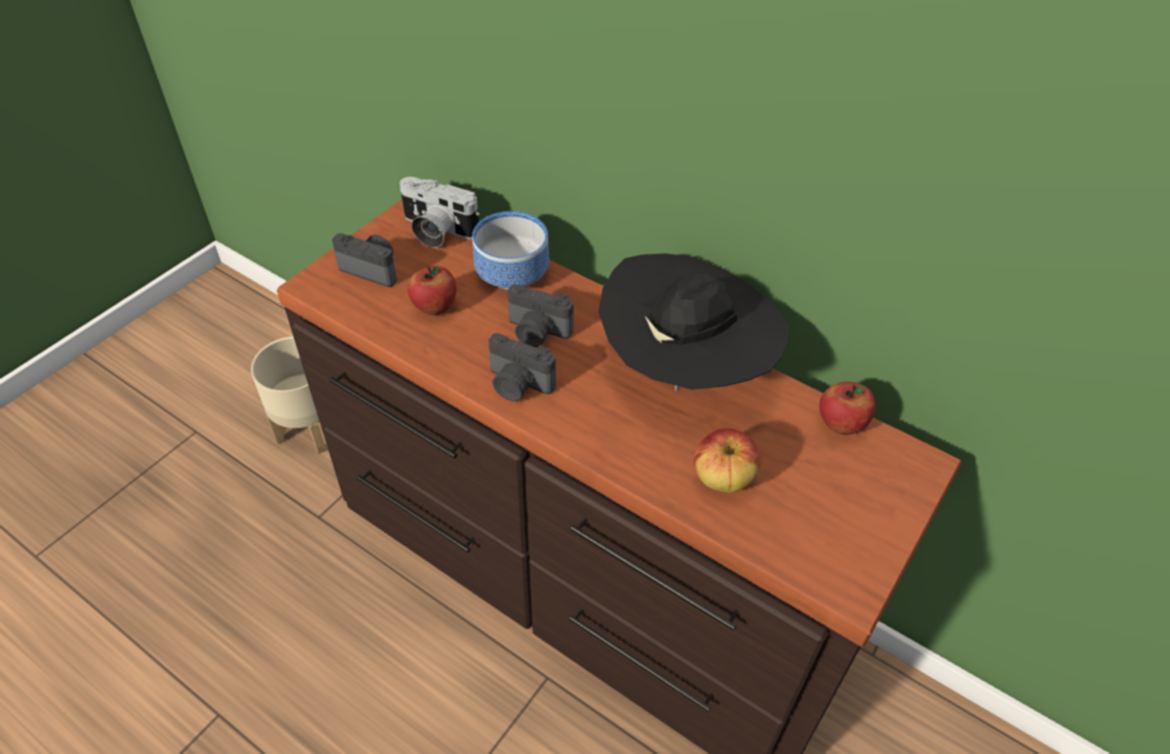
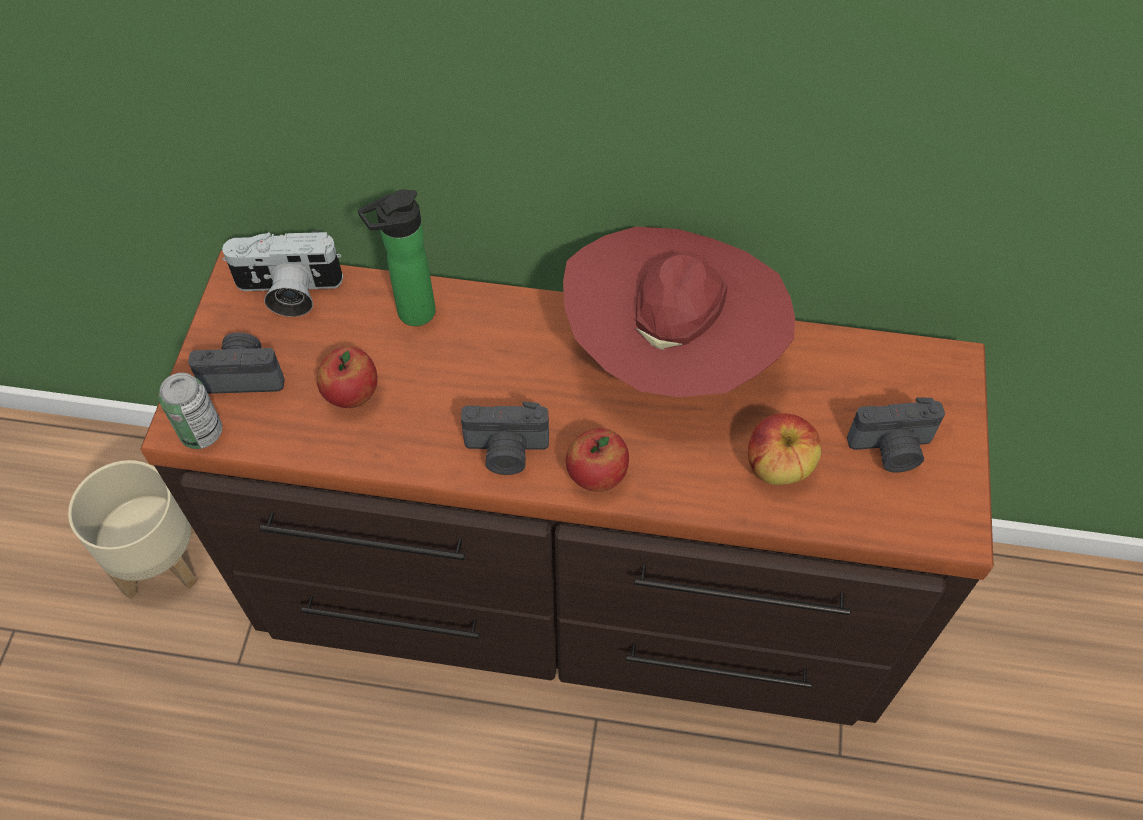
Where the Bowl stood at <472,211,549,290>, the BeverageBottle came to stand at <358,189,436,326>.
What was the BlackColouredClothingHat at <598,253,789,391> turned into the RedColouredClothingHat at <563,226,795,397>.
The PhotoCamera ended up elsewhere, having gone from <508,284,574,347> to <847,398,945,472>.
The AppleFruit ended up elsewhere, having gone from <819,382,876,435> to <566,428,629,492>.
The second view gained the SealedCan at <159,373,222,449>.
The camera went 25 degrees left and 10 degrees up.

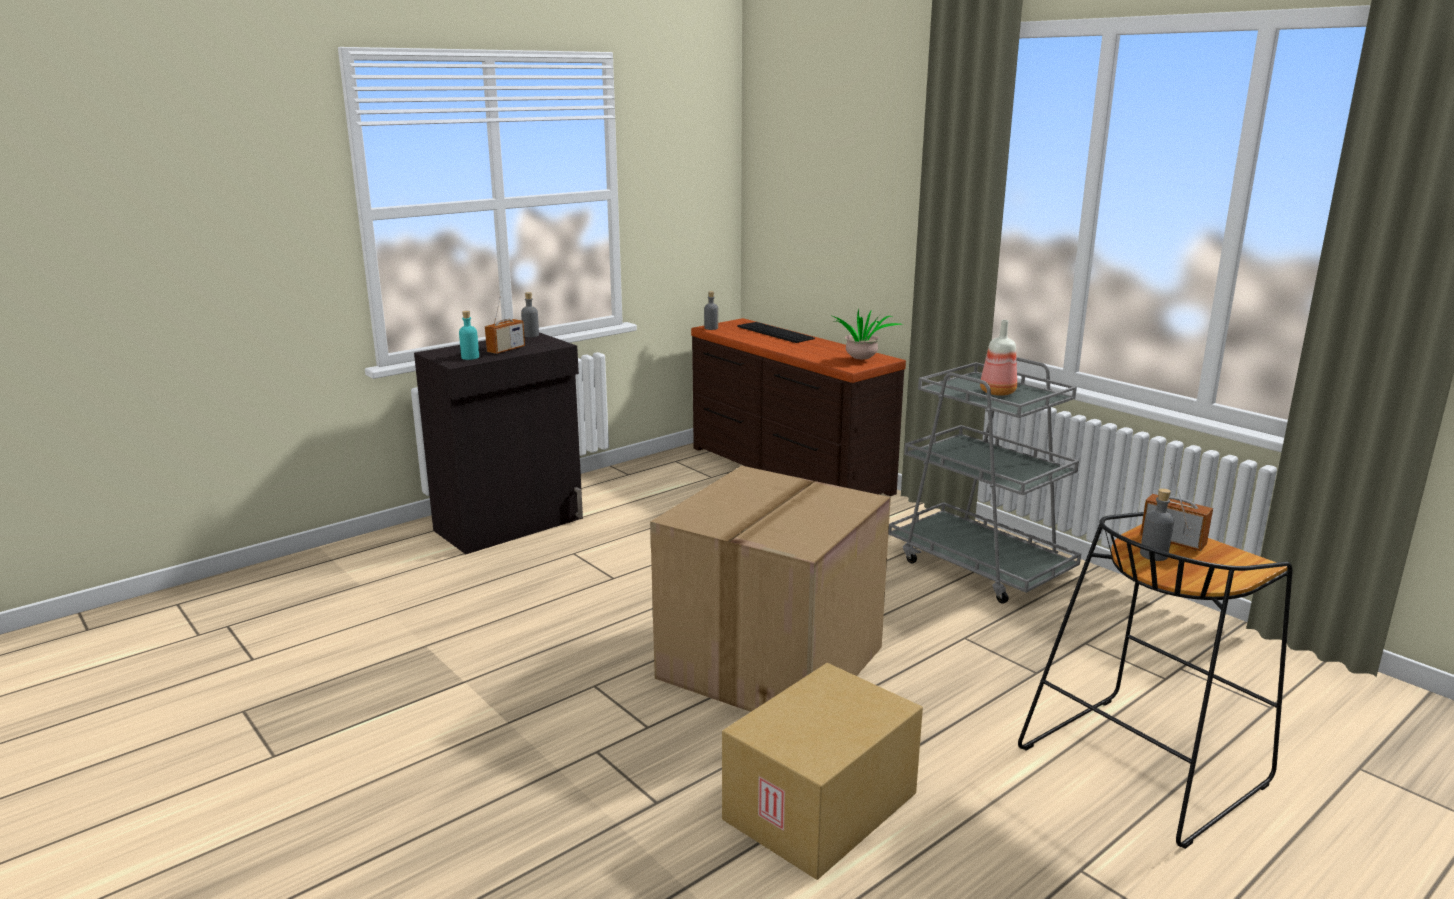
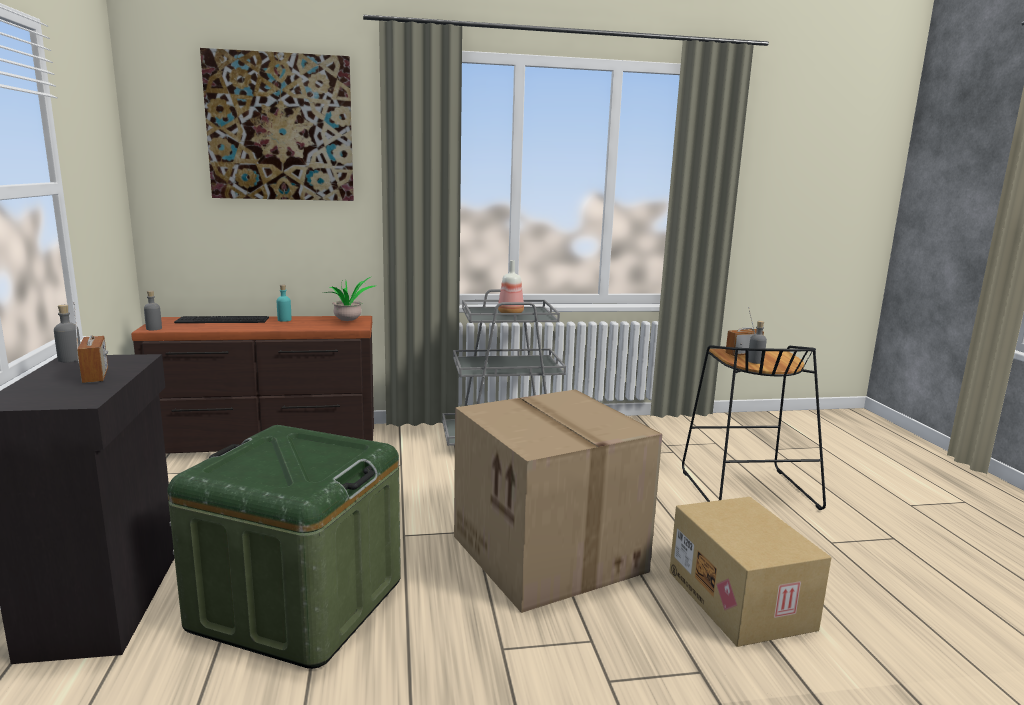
The TurquoiseBeverageBottle ended up elsewhere, having gone from <459,311,479,360> to <277,285,292,322>.
The second view gained the Picture at <200,48,354,201>.
The second view gained the GreenStorageBox at <167,425,401,669>.
The camera went 60 degrees left and 5 degrees down.

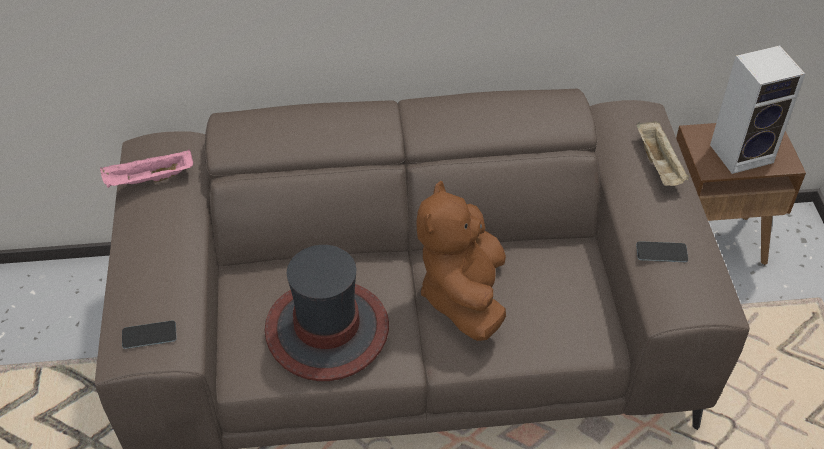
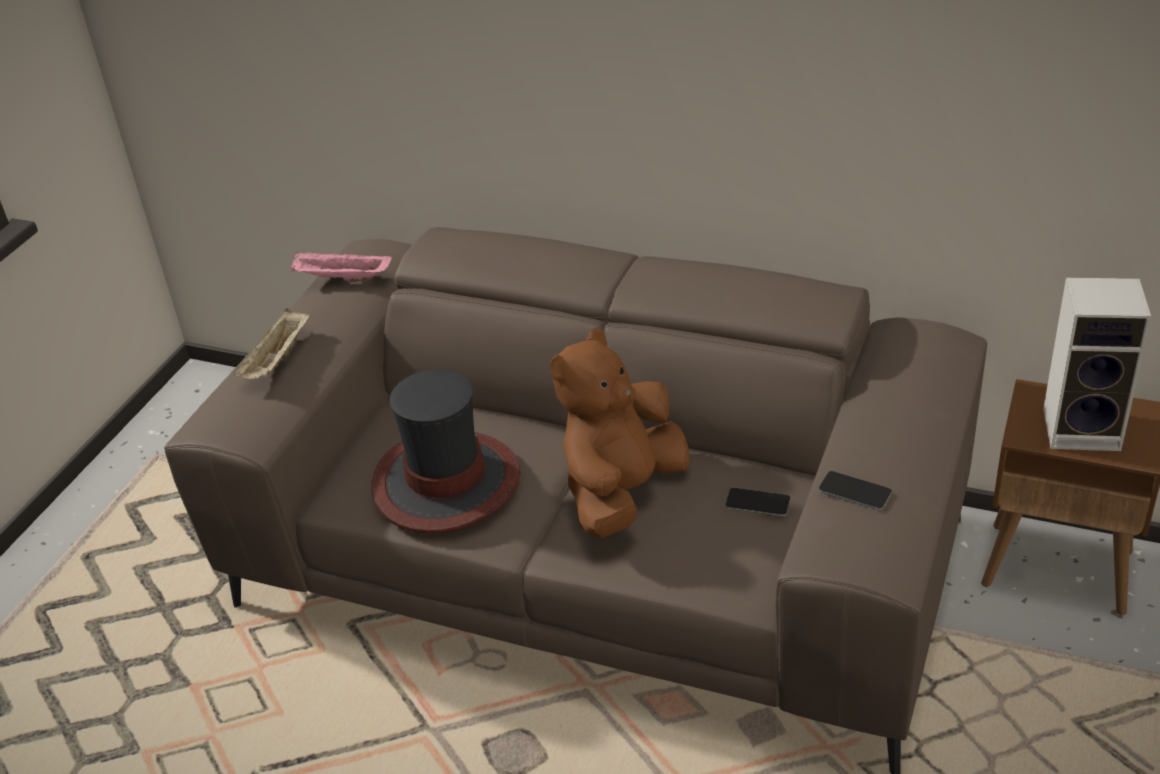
The BeigeColouredTray ended up elsewhere, having gone from <636,121,689,186> to <234,308,309,379>.
The Phone ended up elsewhere, having gone from <122,321,177,349> to <725,488,790,516>.
The camera went 30 degrees right and 10 degrees down.

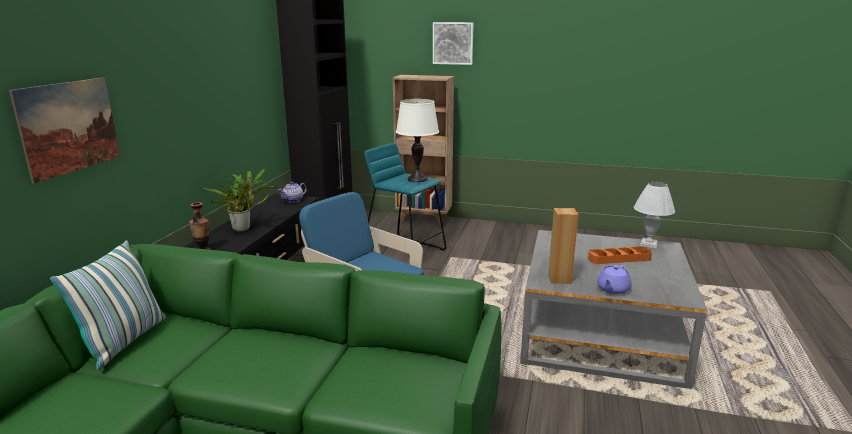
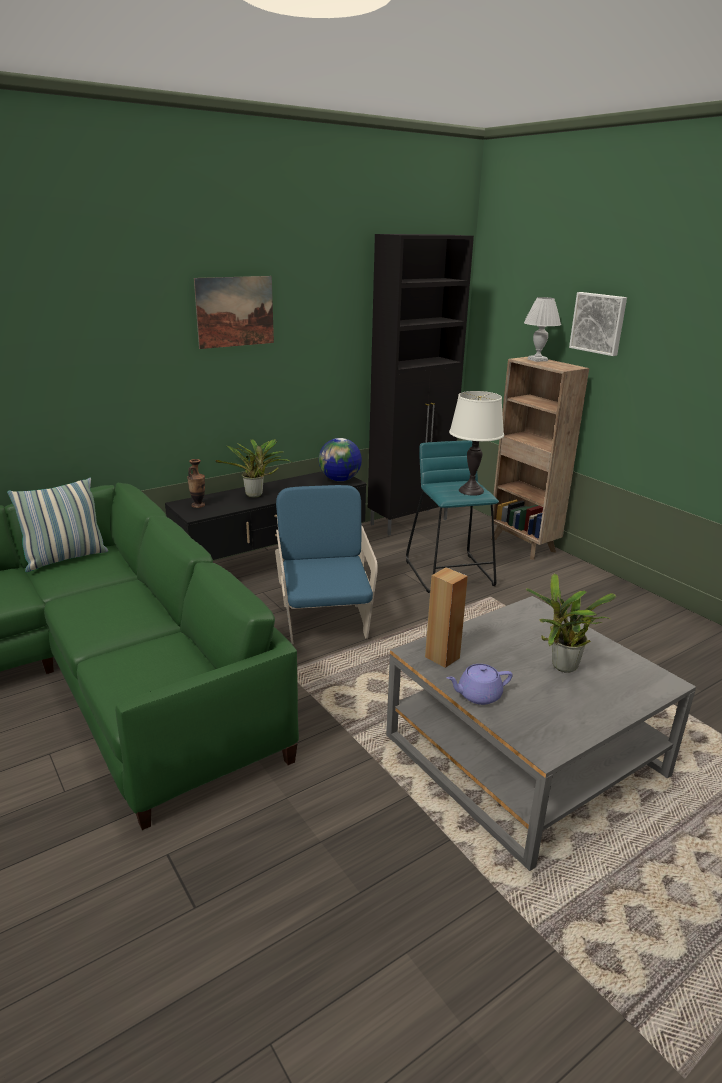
The Picture ended up elsewhere, having gone from <9,77,120,183> to <194,276,274,349>.
Where the PotForTea stood at <278,182,307,203>, the DeskGlobe came to stand at <319,438,362,481>.
The WhitishTableLamp ended up elsewhere, having gone from <634,182,675,249> to <524,297,561,362>.
Where the OrangeColouredTray stood at <588,246,652,264>, the PottedPlant came to stand at <526,573,616,673>.
The camera went 40 degrees right and 5 degrees up.

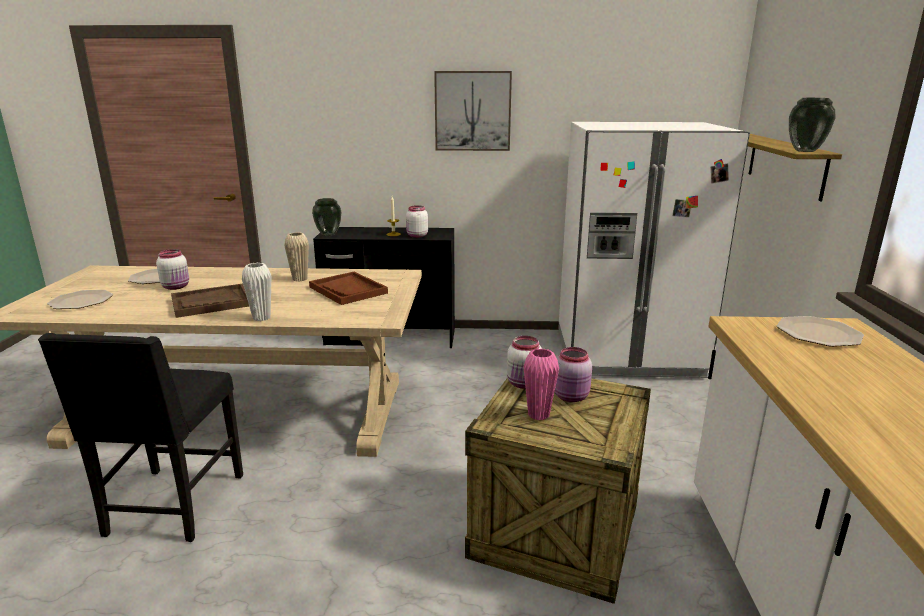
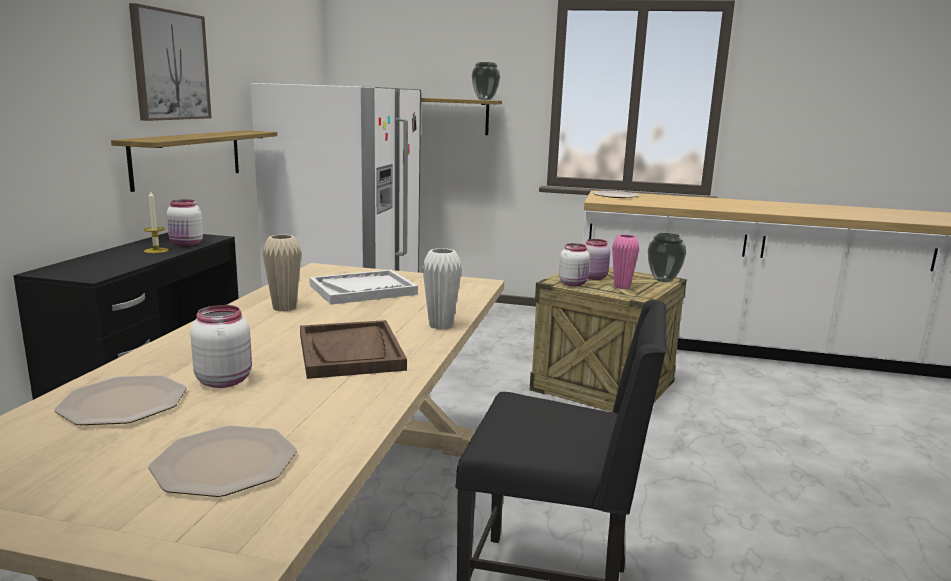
The Vase ended up elsewhere, having gone from <312,198,341,236> to <648,233,686,282>.
What was the BrownColouredTray at <309,272,388,305> turned into the WhitishTray at <309,270,418,305>.
The second view gained the Shelf at <111,130,277,192>.
The camera went 80 degrees left and 5 degrees down.

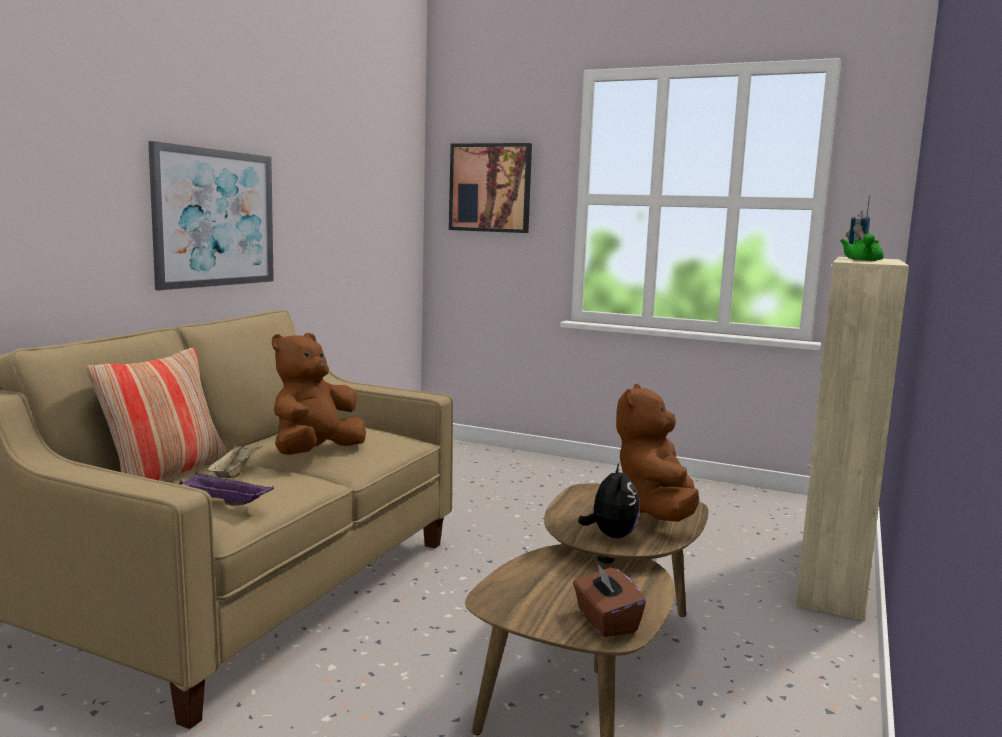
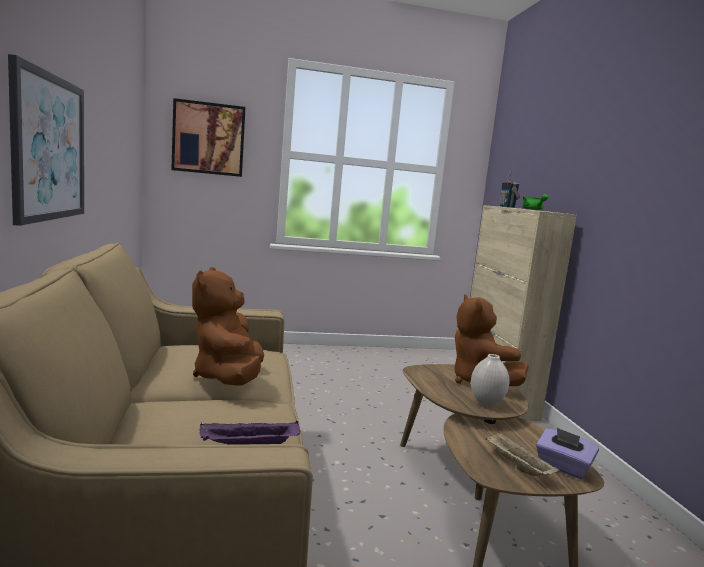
The second view lost the Cushion at <86,348,227,481>.
The BeigeColouredTray ended up elsewhere, having gone from <205,444,262,478> to <485,432,560,476>.
Where the SoftToy stood at <578,463,640,538>, the WhitishVase came to stand at <471,354,510,407>.
What was the BrownColouredTissueHolder at <573,561,646,637> turned into the PurpleColouredTissueHolder at <536,428,599,480>.
The camera went 35 degrees left and 0 degrees up.

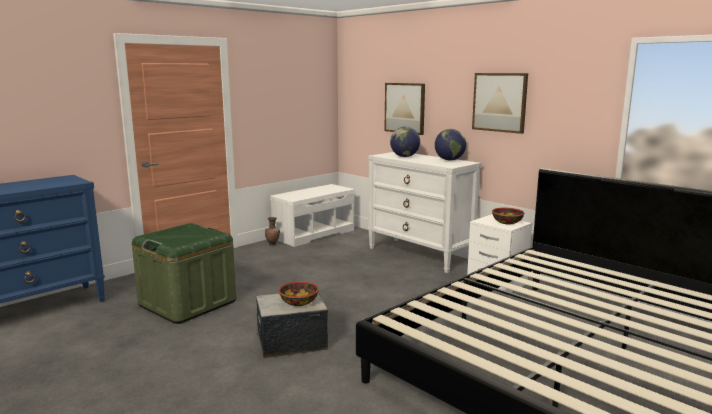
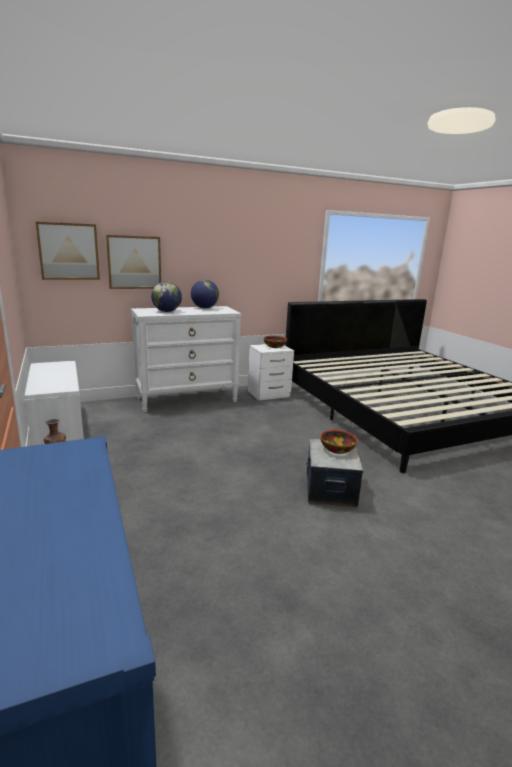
The Picture ended up elsewhere, having gone from <472,73,528,134> to <36,222,100,280>.
The second view lost the GreenStorageBox at <132,223,236,324>.
The camera went 70 degrees left and 5 degrees up.

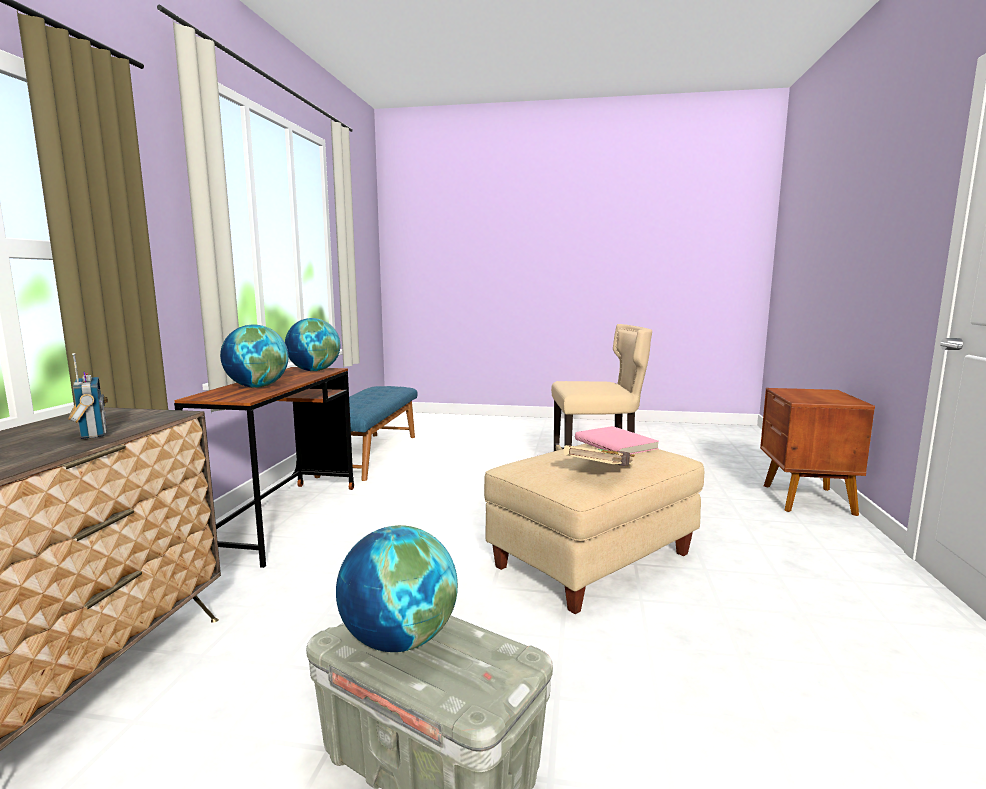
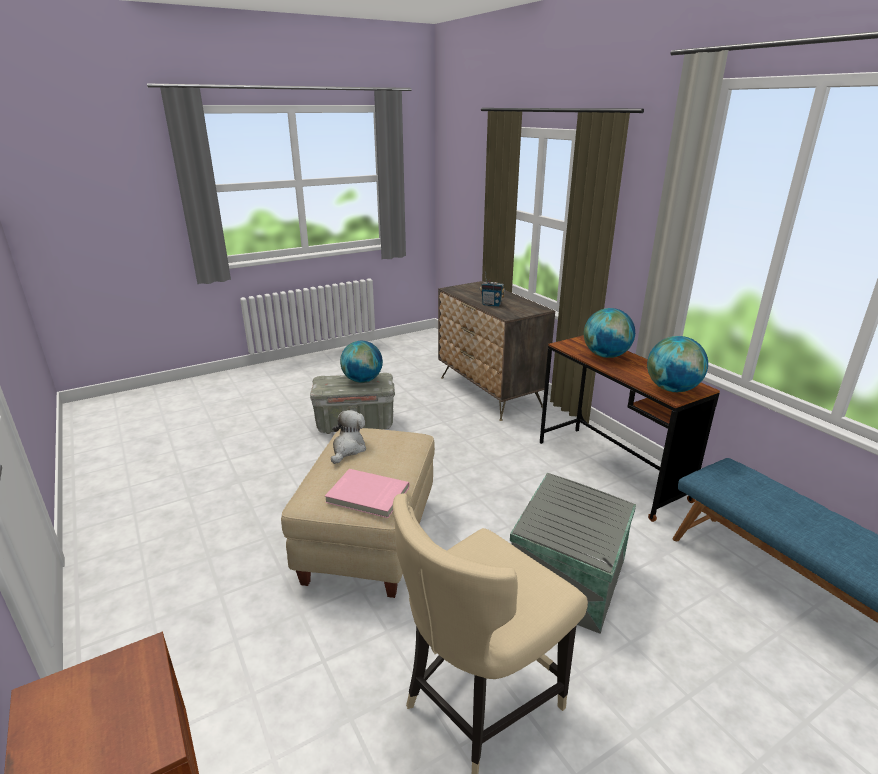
Where the BeigeColouredBook stood at <564,445,635,466>, the SoftToy came to stand at <331,410,366,464>.
The second view gained the GreyStorageBox at <510,473,636,634>.
The camera went 140 degrees right and 15 degrees up.

